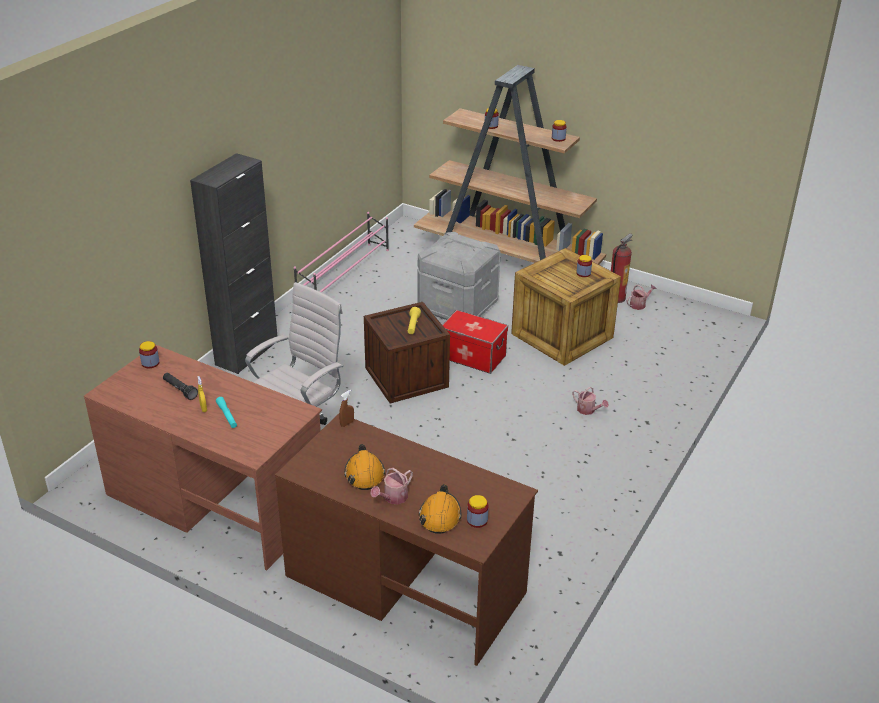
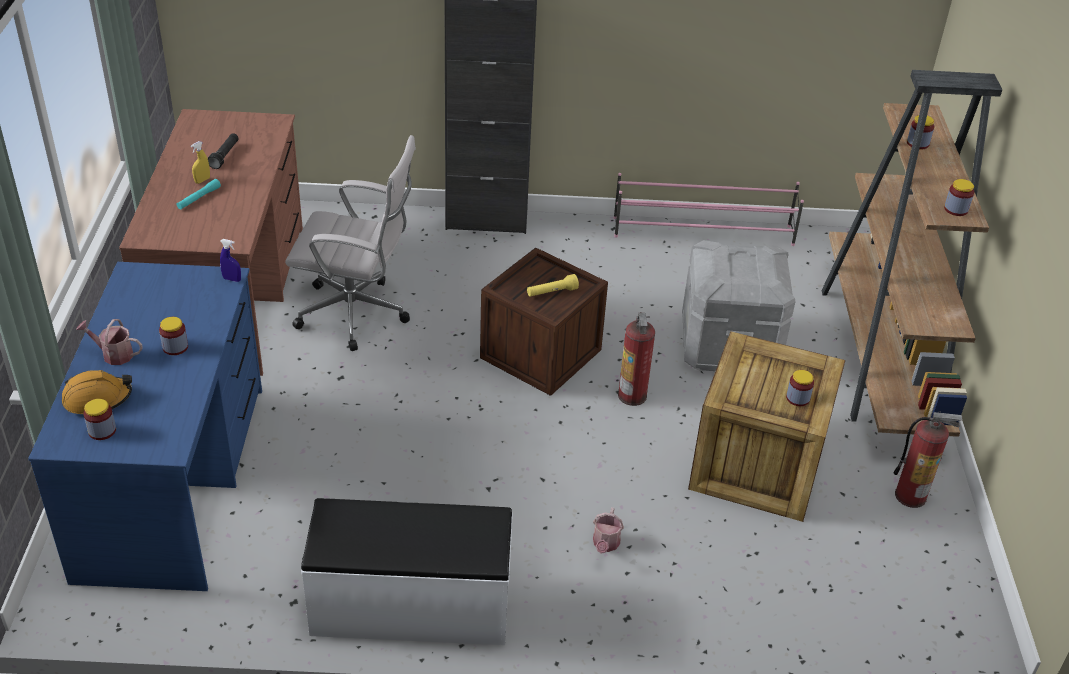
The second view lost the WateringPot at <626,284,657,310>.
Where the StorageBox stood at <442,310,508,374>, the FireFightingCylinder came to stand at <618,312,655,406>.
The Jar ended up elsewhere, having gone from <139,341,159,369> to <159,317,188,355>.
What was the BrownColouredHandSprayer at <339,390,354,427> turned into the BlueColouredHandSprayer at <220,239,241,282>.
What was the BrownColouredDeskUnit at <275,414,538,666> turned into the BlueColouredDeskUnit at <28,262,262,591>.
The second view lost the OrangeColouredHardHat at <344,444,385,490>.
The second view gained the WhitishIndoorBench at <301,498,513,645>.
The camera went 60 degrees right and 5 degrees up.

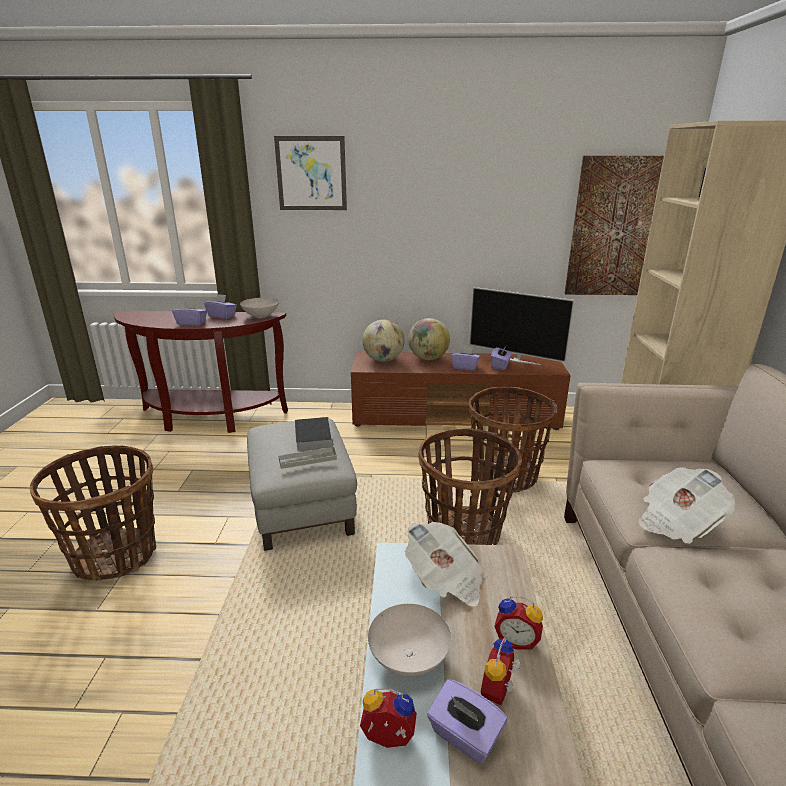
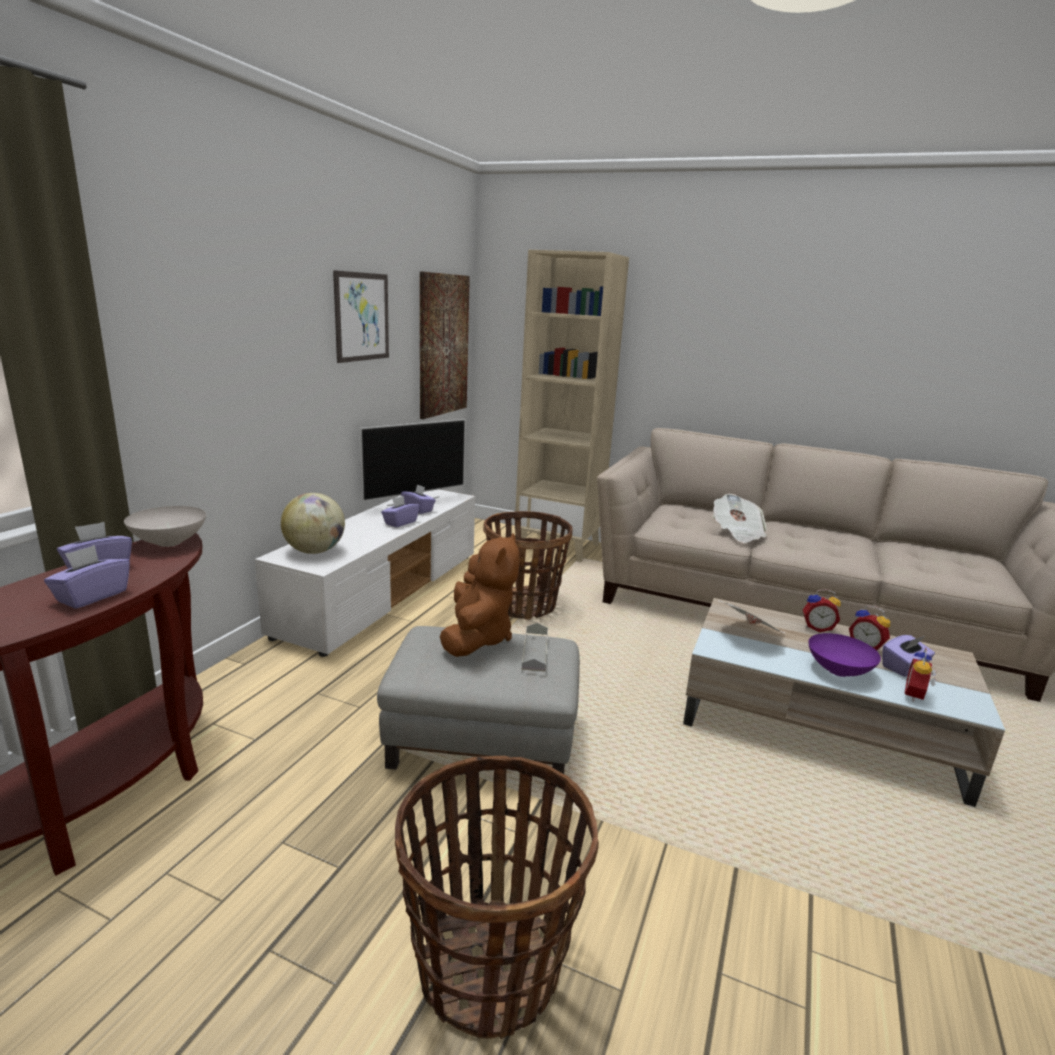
The Picture ended up elsewhere, having gone from <274,136,347,210> to <333,270,389,363>.
The second view lost the DeskGlobe at <408,318,450,360>.
What was the BrownColouredTvStand at <351,352,571,430> turned into the WhitishTvStand at <255,490,475,657>.
Where the Book stood at <295,417,333,451>, the BrownColouredSoftToy came to stand at <440,533,520,657>.
The second view lost the StorageBasket at <418,429,521,545>.
The AlarmClock at <494,597,543,650> ended up facing another way, 60 degrees clockwise from before.
What was the WhitishBowl at <368,604,451,676> turned into the PurpleColouredBowl at <808,633,881,677>.
The camera went 70 degrees left and 5 degrees down.

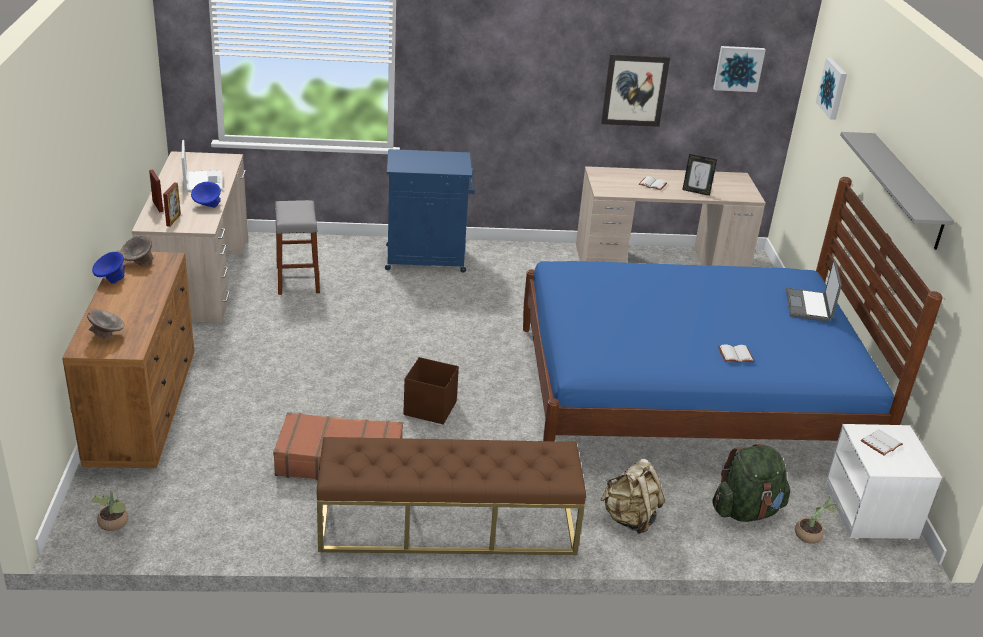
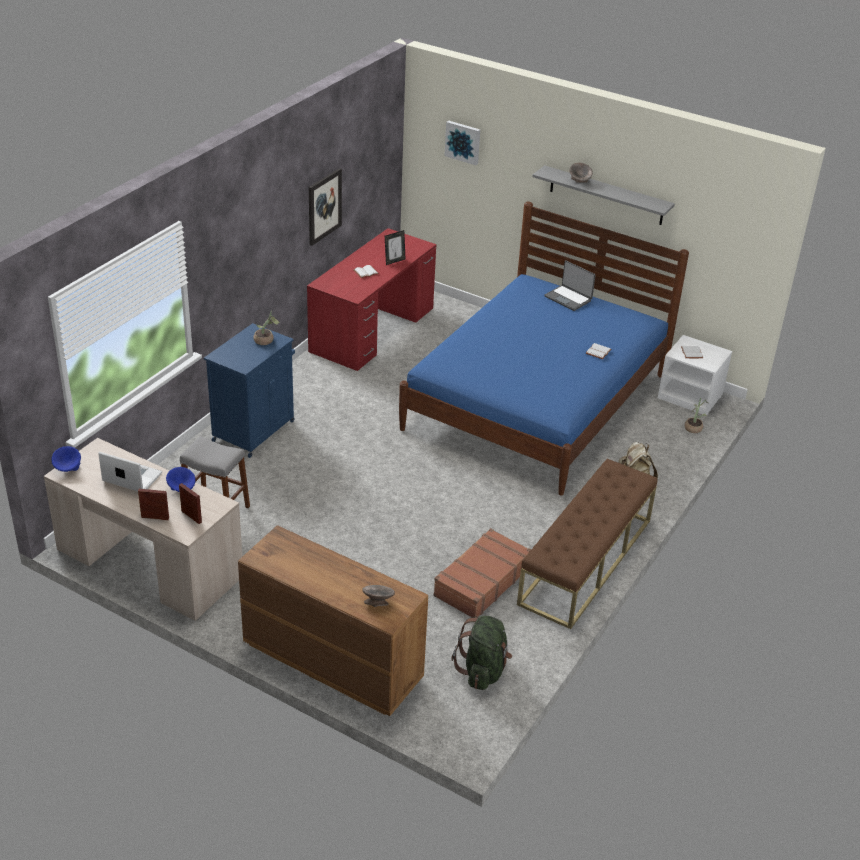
The second view lost the Picture at <713,46,766,92>.
What was the BeigeColouredDeskUnit at <576,166,766,267> turned into the RedColouredDeskUnit at <307,228,437,371>.
The GreyBowl ended up elsewhere, having gone from <121,236,153,266> to <569,163,593,183>.
The BlueColouredBowl ended up elsewhere, having gone from <92,252,125,284> to <52,446,81,472>.
The second view lost the BrownColouredStorageBox at <404,357,459,424>.
The GreenBackpack ended up elsewhere, having gone from <712,444,790,522> to <452,616,512,690>.
The PottedPlant ended up elsewhere, having gone from <91,489,128,531> to <253,311,280,345>.
The camera went 55 degrees left and 5 degrees up.

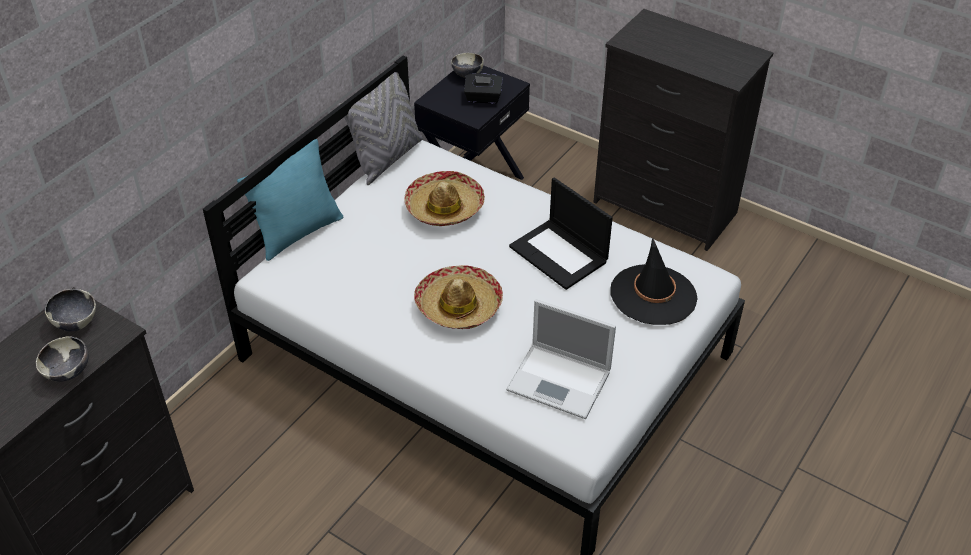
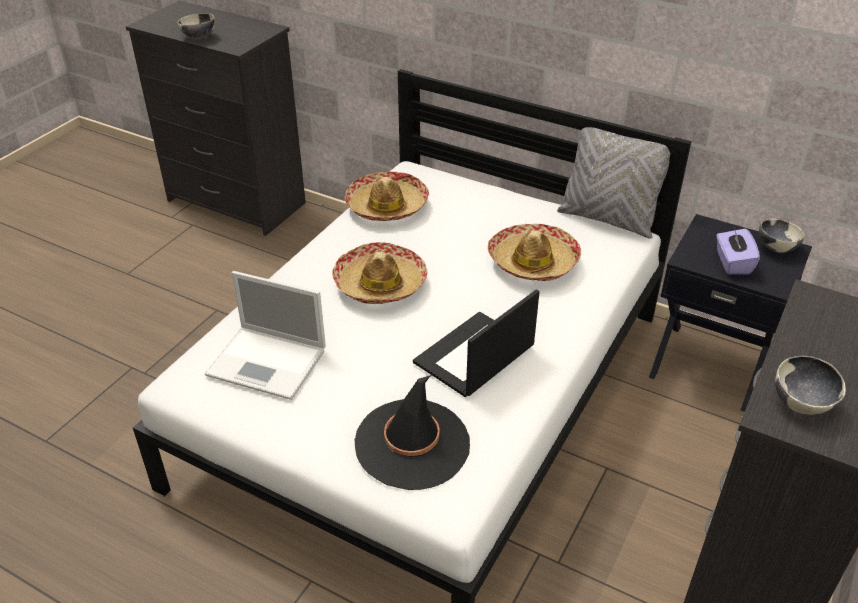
What was the BlackColouredTissueHolder at <464,73,503,104> turned into the PurpleColouredTissueHolder at <716,227,760,274>.
The second view lost the TurquoiseCushion at <237,139,343,261>.
The Bowl ended up elsewhere, having gone from <45,289,96,331> to <775,356,846,415>.
The NotebookComputer at <506,299,616,419> ended up facing another way, 90 degrees counterclockwise from before.
The second view gained the ClothingHat at <345,172,429,221>.
The camera went 85 degrees right and 5 degrees down.

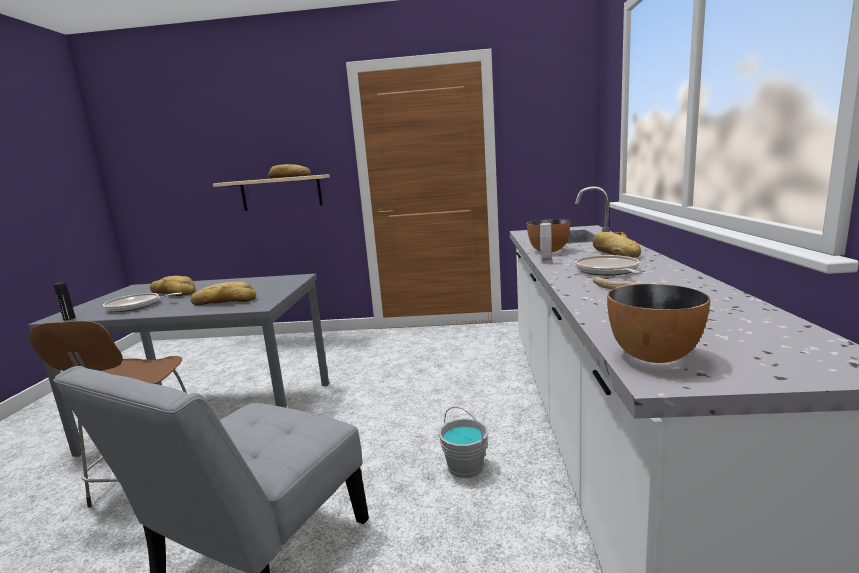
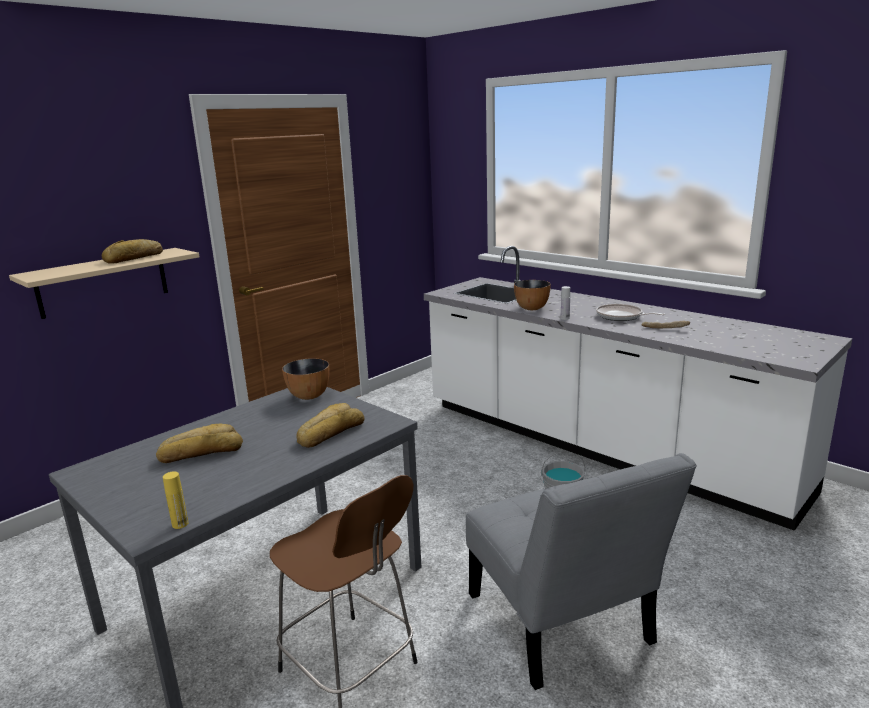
The second view lost the BakedBread at <593,232,641,258>.
What was the BlackColouredBeverageBottle at <54,282,76,320> turned into the YellowishBeverageBottle at <163,472,188,529>.
The Bowl ended up elsewhere, having gone from <607,284,710,363> to <282,358,330,400>.
The second view lost the Pan at <103,292,182,312>.
The camera went 50 degrees left and 5 degrees up.

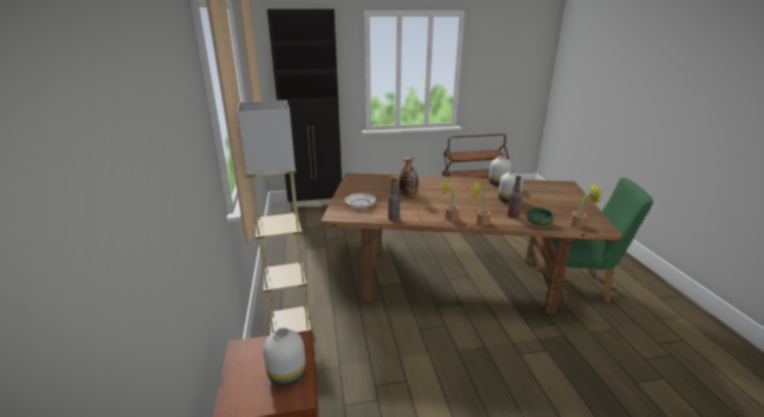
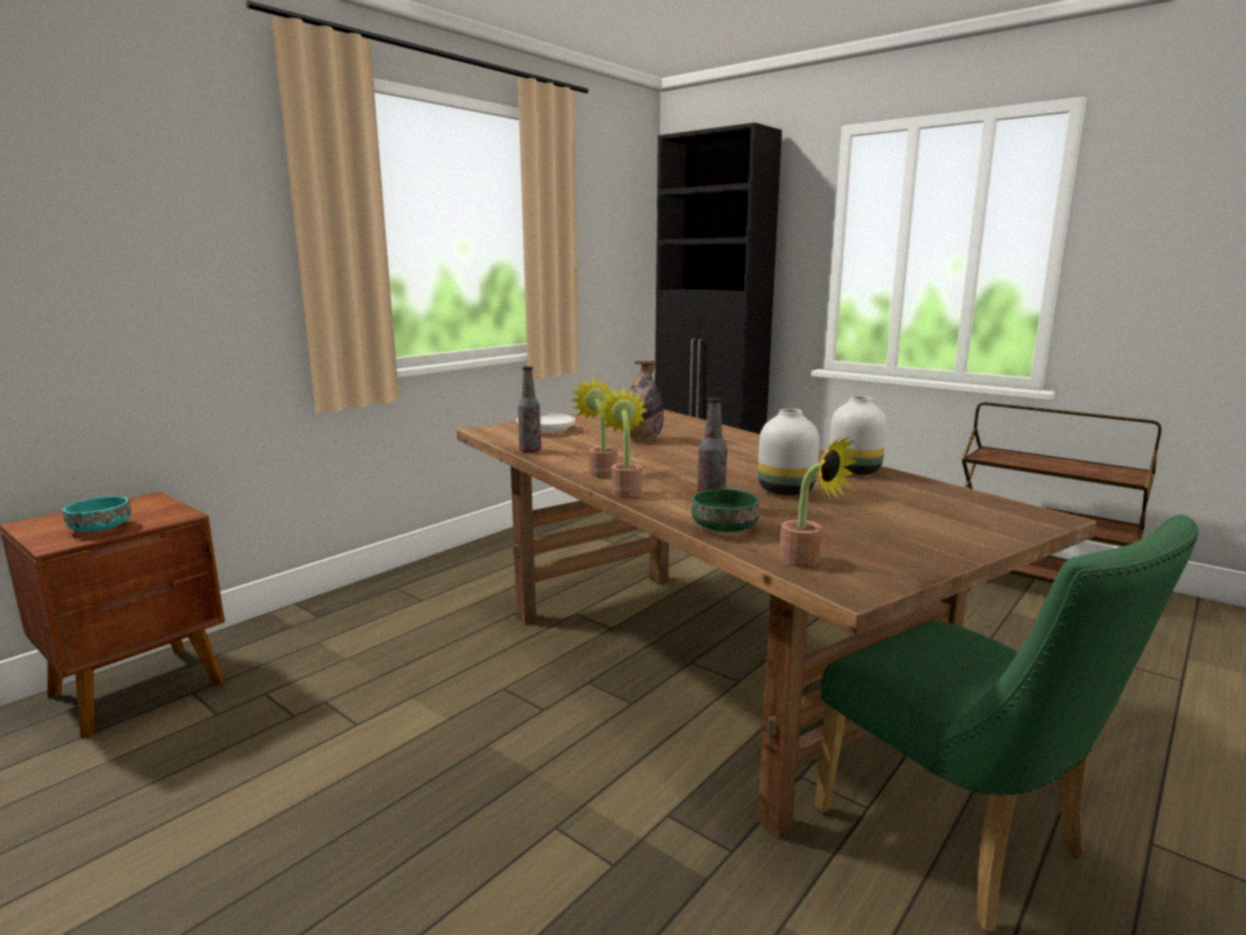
The second view lost the BeigeColouredStandingLamp at <237,100,311,335>.
Where the WhitishVase stood at <263,328,306,386>, the TurquoiseBowl came to stand at <63,496,131,532>.
The camera went 50 degrees right and 10 degrees down.

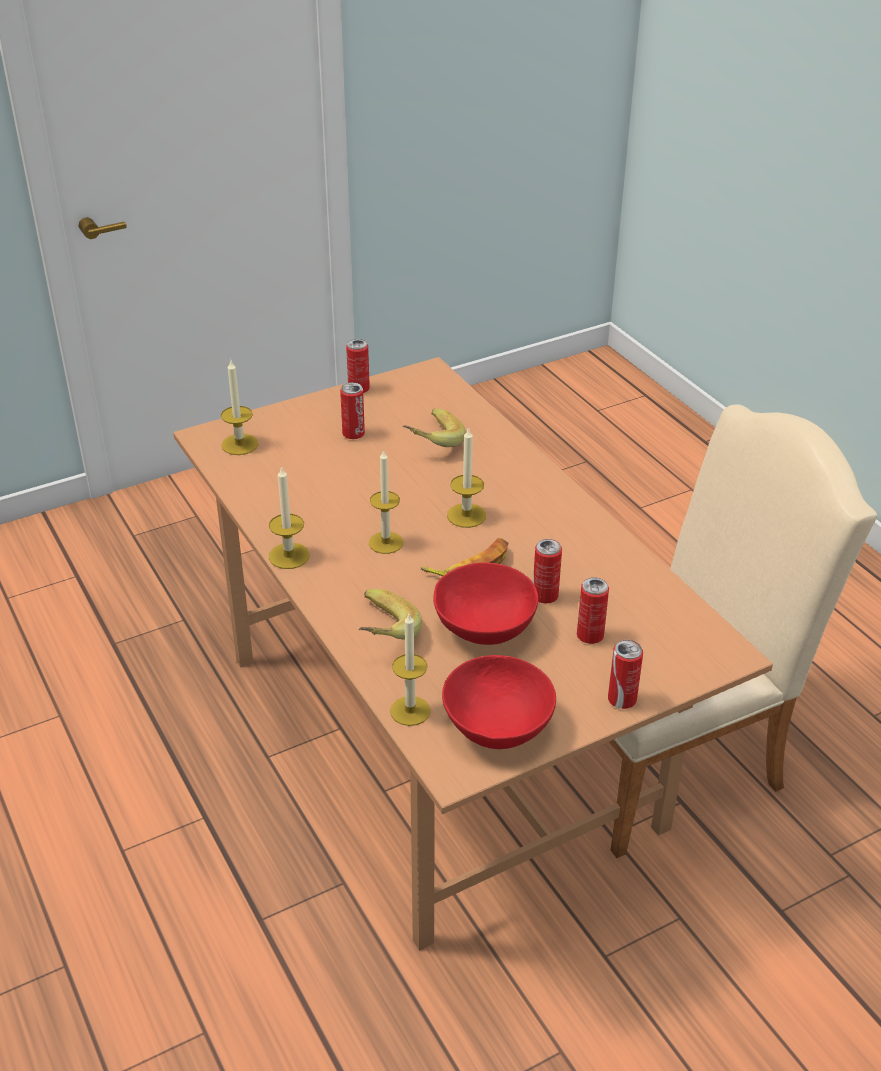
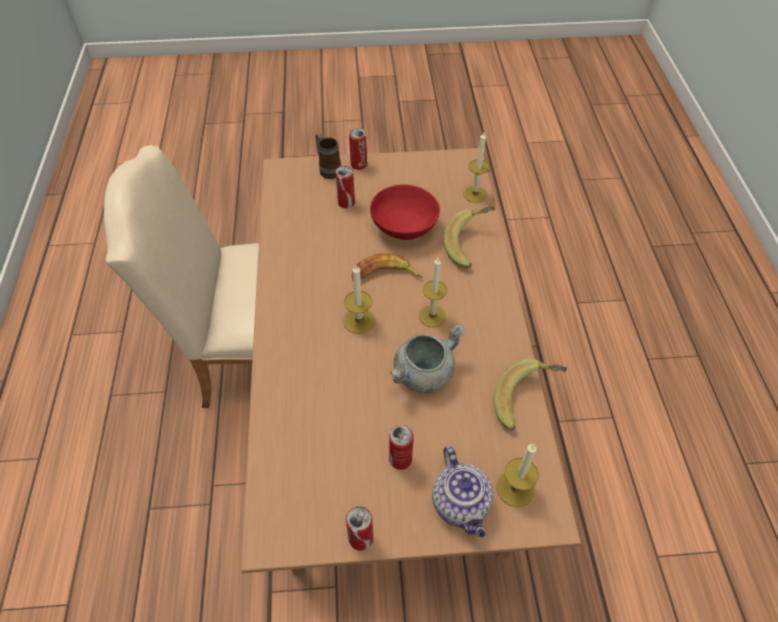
The BananaFruit ended up elsewhere, having gone from <403,409,465,447> to <494,358,567,430>.
The second view lost the WaxLight at <269,466,310,569>.
The second view lost the SealedCan at <533,539,562,603>.
The second view lost the RedColouredBowl at <442,655,556,749>.
The second view gained the TeaMug at <315,133,341,179>.
The second view gained the GreySaucepot at <390,323,465,393>.
The second view gained the PotForTea at <432,446,493,538>.
The camera went 155 degrees left and 15 degrees up.

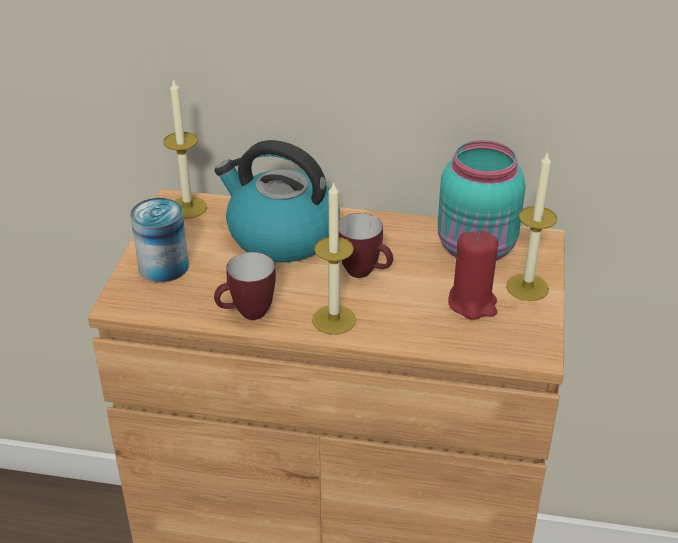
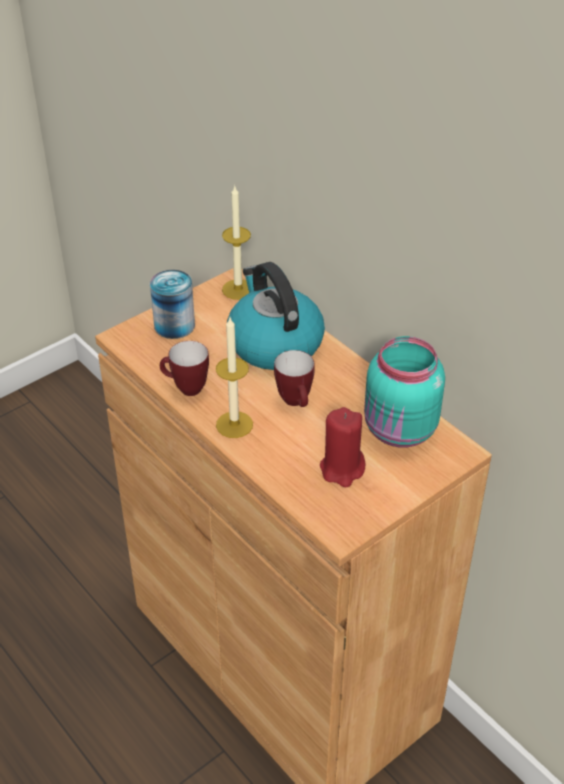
The second view lost the WaxLight at <506,151,557,301>.
The camera went 40 degrees right and 5 degrees up.

